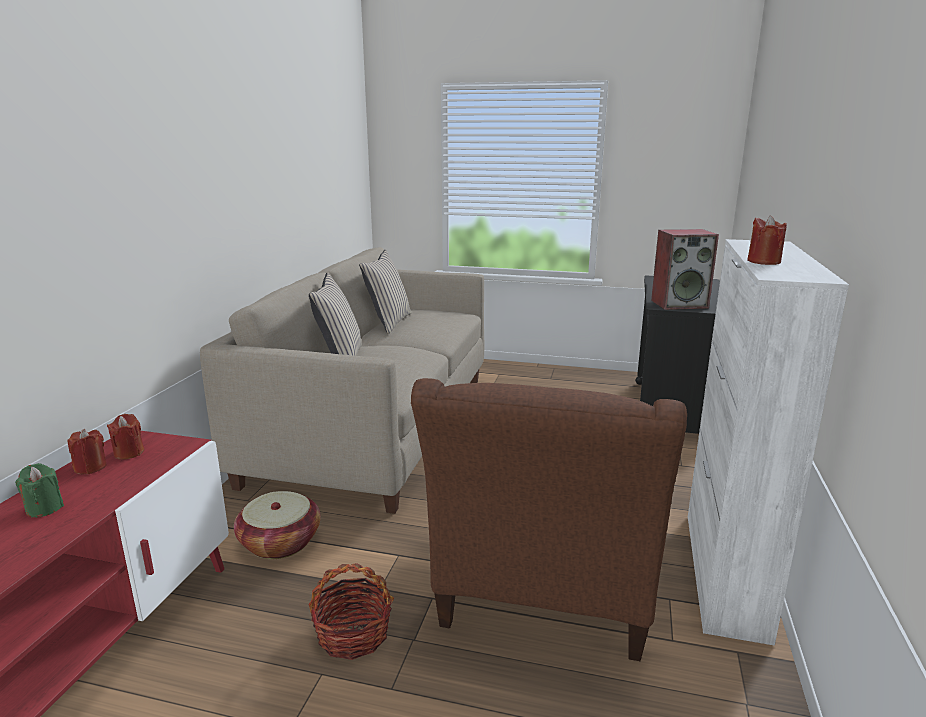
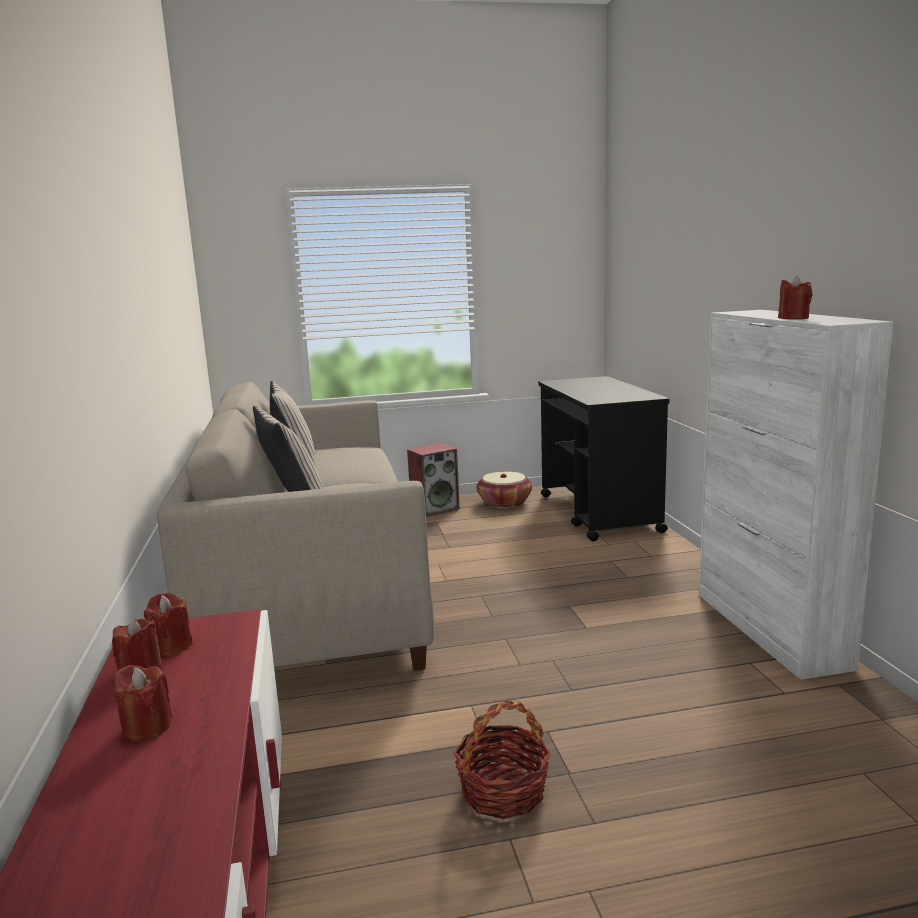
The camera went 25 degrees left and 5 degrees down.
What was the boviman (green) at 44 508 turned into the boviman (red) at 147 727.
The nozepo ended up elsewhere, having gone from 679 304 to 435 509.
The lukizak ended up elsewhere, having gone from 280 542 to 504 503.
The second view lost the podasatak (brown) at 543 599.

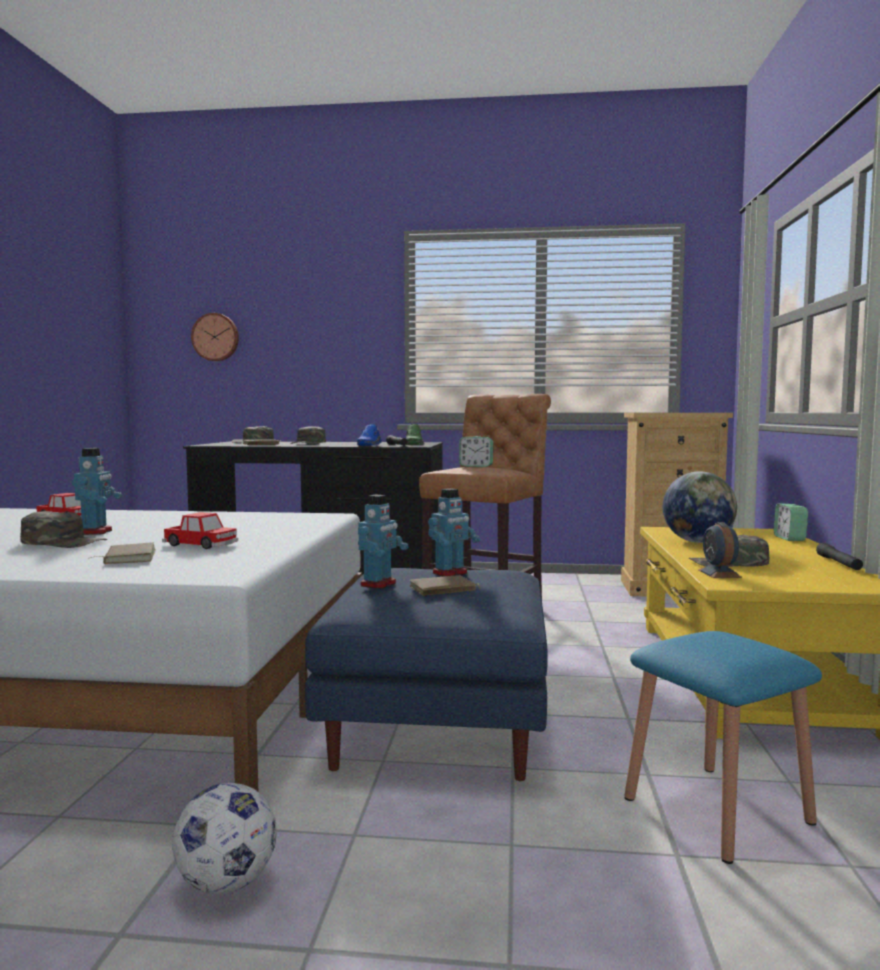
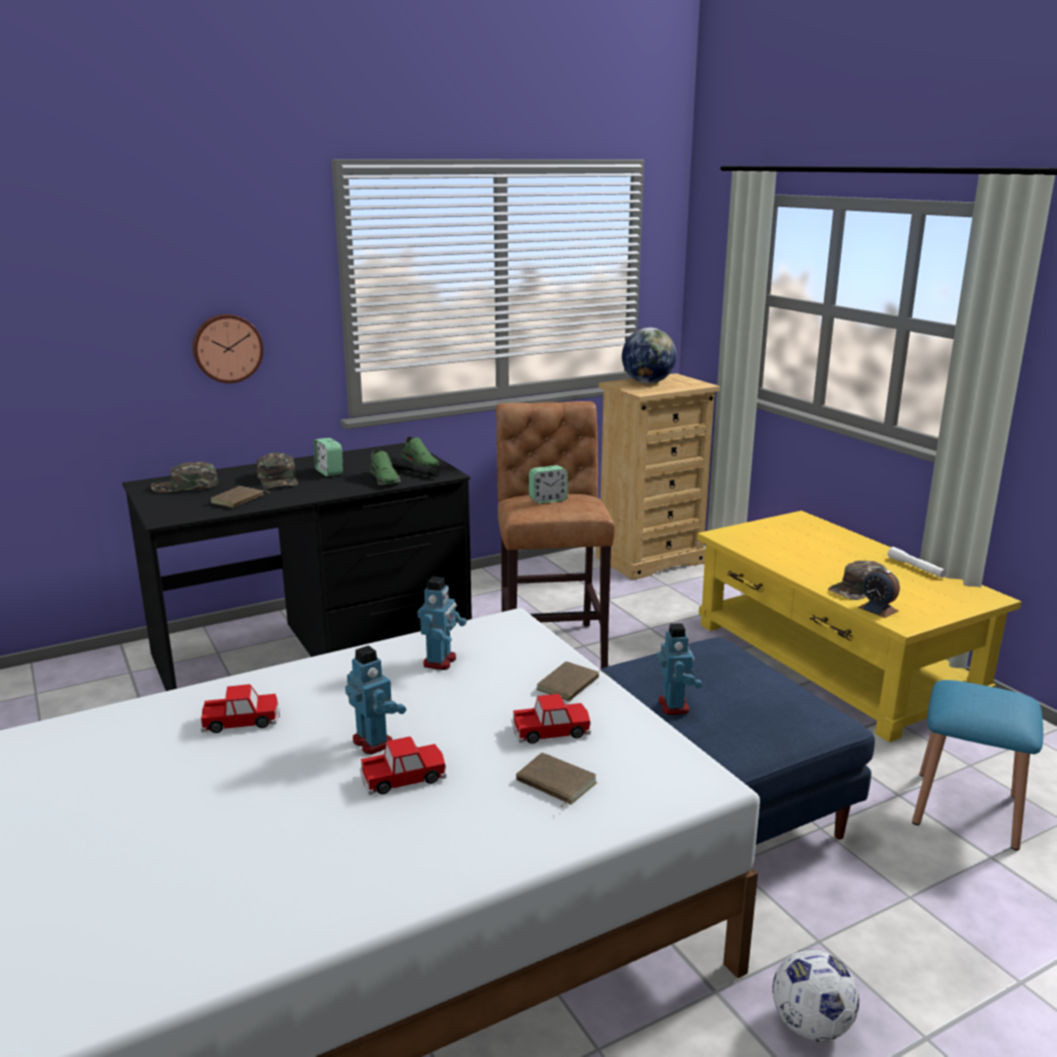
The camera went 35 degrees left and 15 degrees up.
The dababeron ended up elsewhere, having gone from 216 337 to 227 348.
The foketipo ended up elsewhere, having gone from 789 538 to 329 472.
Where the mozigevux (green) stood at 64 542, the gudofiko came to stand at 404 777.
What was the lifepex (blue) at 370 445 turned into the lifepex (green) at 385 479.
The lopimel ended up elsewhere, having gone from 450 573 to 440 662.
The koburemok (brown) ended up elsewhere, having gone from 442 590 to 569 685.
The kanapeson ended up elsewhere, having gone from 698 542 to 647 382.
What was the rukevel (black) at 838 563 turned into the rukevel (white) at 916 568.

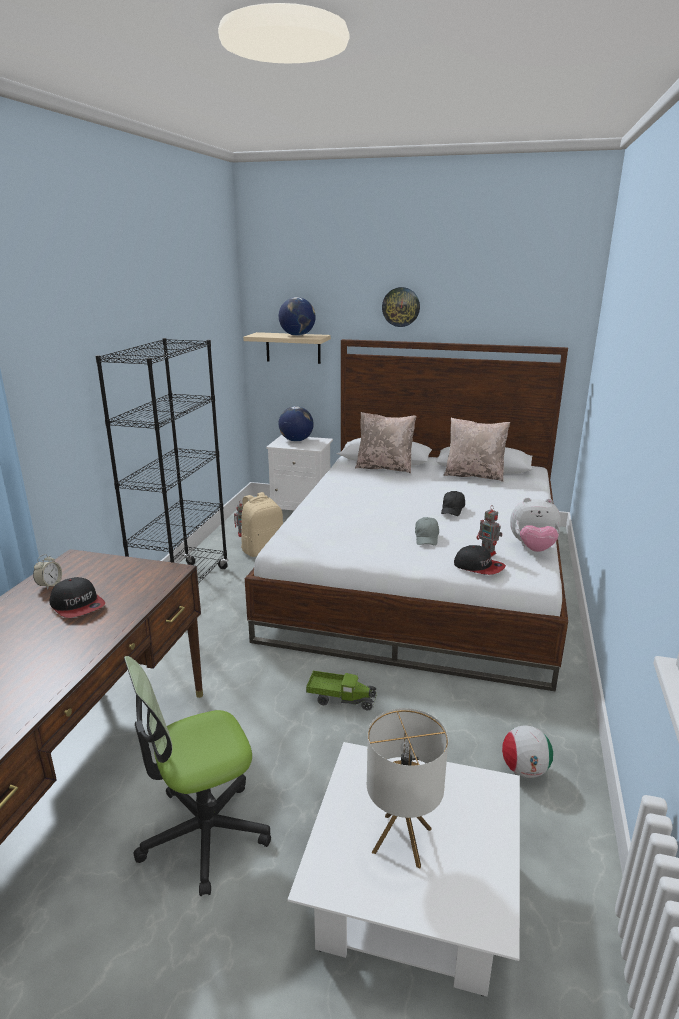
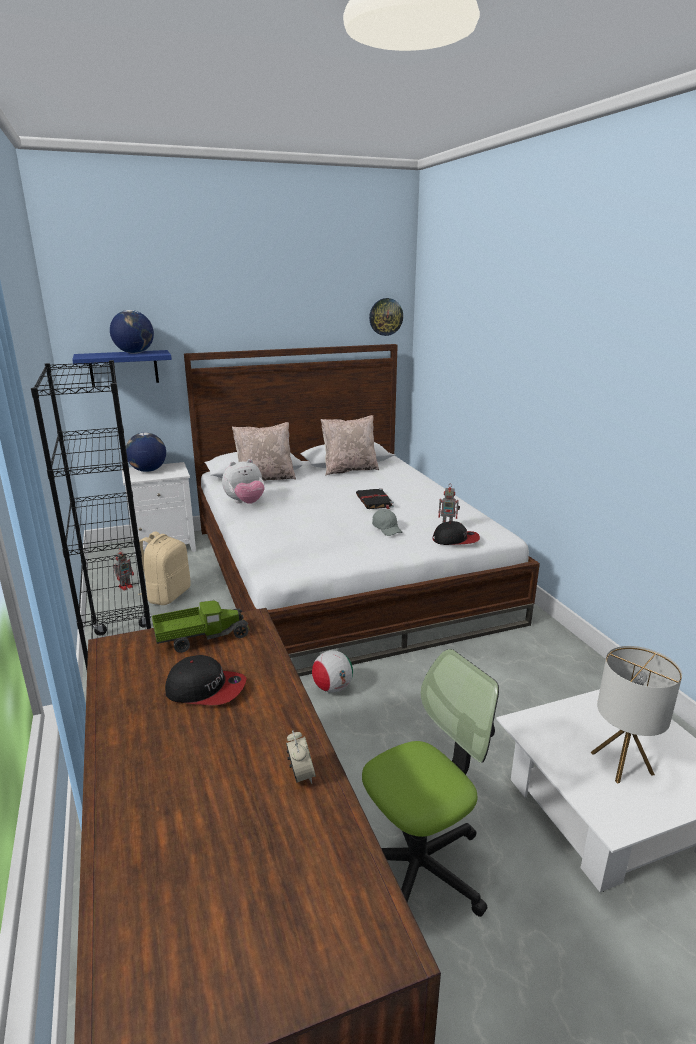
The camera went 35 degrees left and 0 degrees up.
What was the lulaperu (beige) at 293 348 turned into the lulaperu (blue) at 124 368.
The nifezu ended up elsewhere, having gone from 341 698 to 201 638.
The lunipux ended up elsewhere, having gone from 533 548 to 245 503.
The foketipo ended up elsewhere, having gone from 50 585 to 301 775.
The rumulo ended up elsewhere, having gone from 524 770 to 332 688.
Where the mozigevux (black) stood at 452 510, the koburemok (black) came to stand at 374 501.
The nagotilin at 204 833 ended up facing another way, 150 degrees counterclockwise from before.
The dababeron ended up elsewhere, having gone from 401 307 to 385 317.

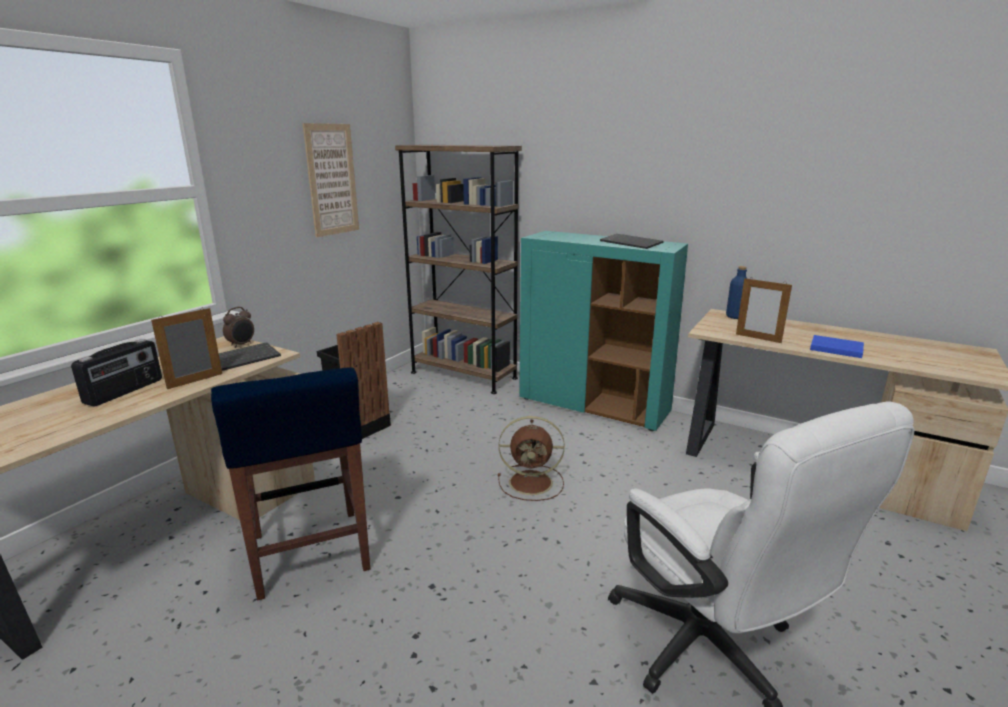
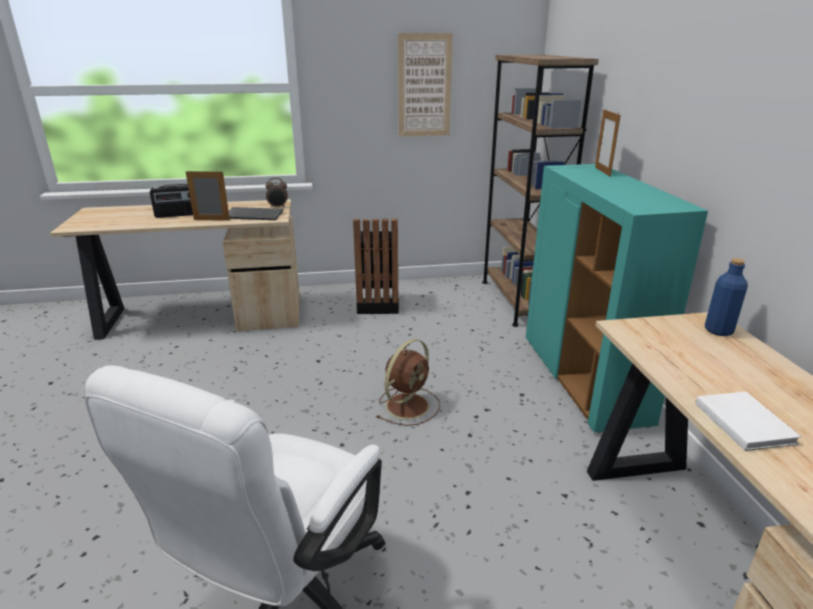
The camera went 50 degrees right and 5 degrees up.
The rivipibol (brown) at 532 482 ended up facing another way, 105 degrees counterclockwise from before.
The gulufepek ended up elsewhere, having gone from 758 338 to 602 171.
What was the koburemok (blue) at 834 348 turned into the koburemok (white) at 743 421.
The second view lost the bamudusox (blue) at 310 554.
The second view lost the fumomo at 632 243.

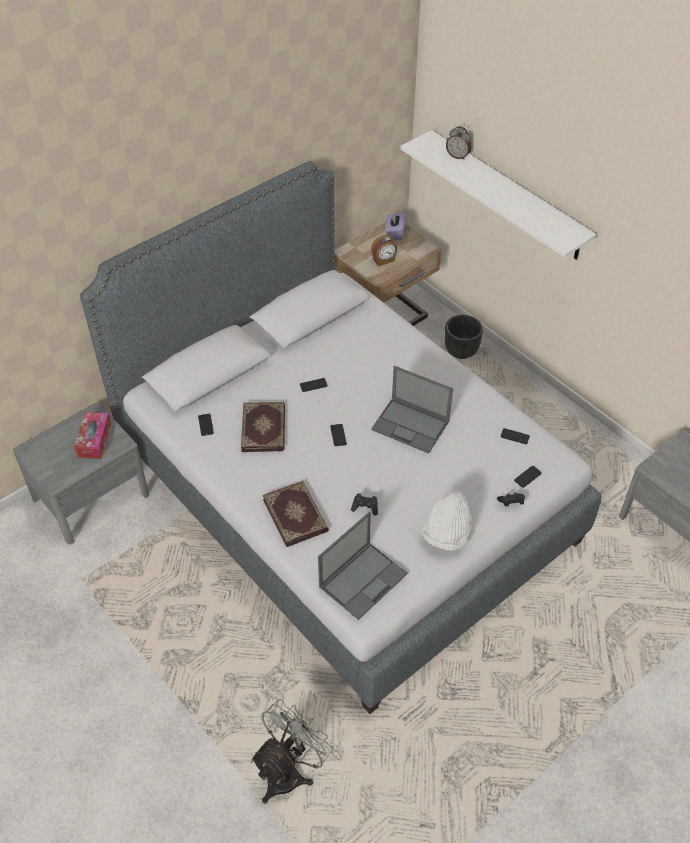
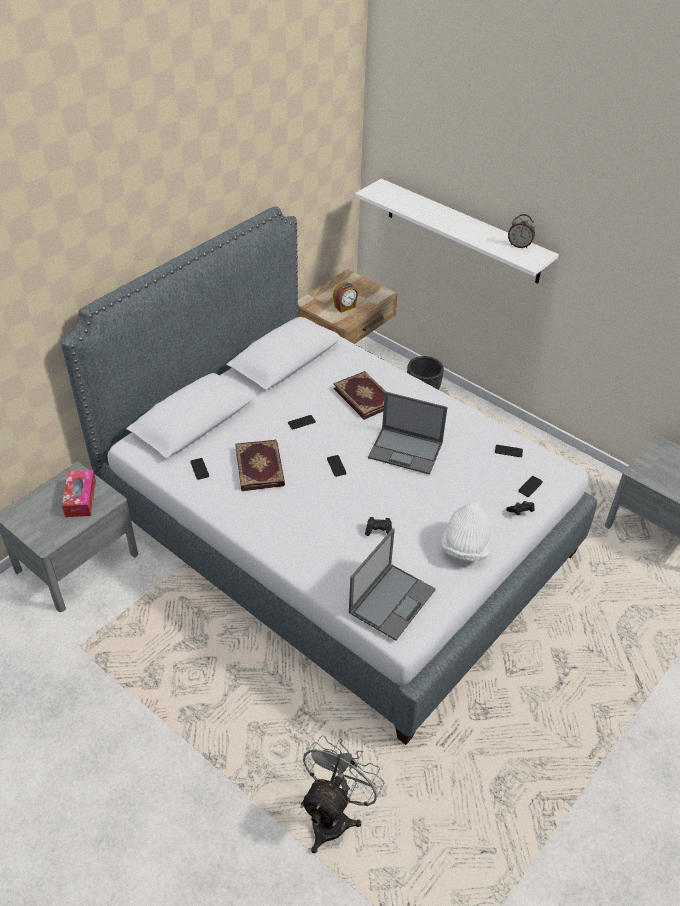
The camera went 10 degrees left and 5 degrees down.
The koburemok ended up elsewhere, having gone from 296 515 to 365 396.
The foketipo ended up elsewhere, having gone from 457 156 to 519 245.
The second view lost the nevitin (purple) at 395 232.

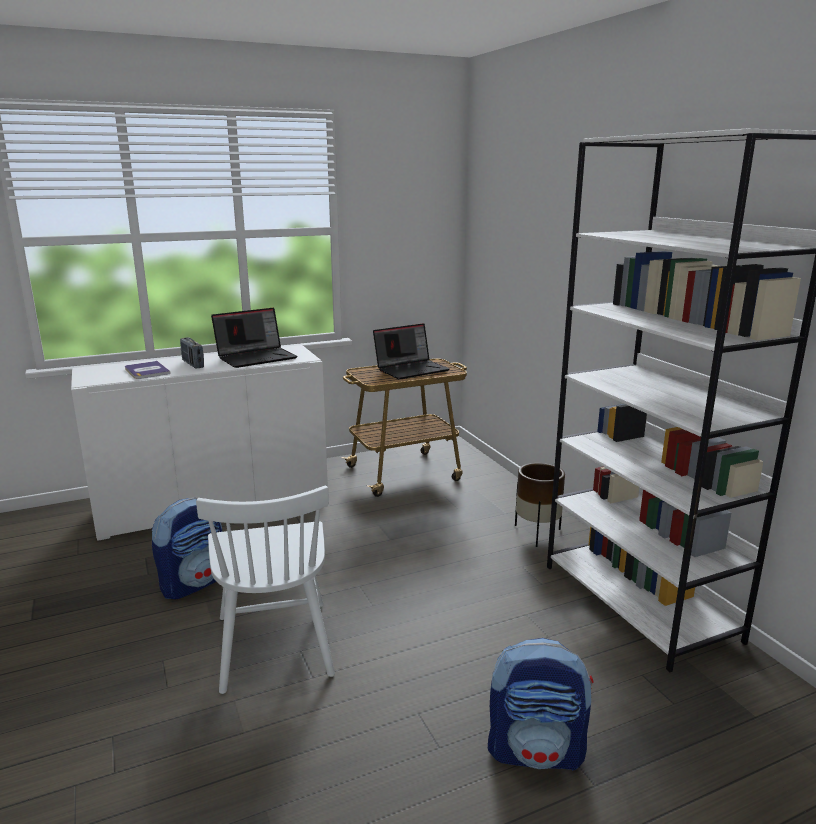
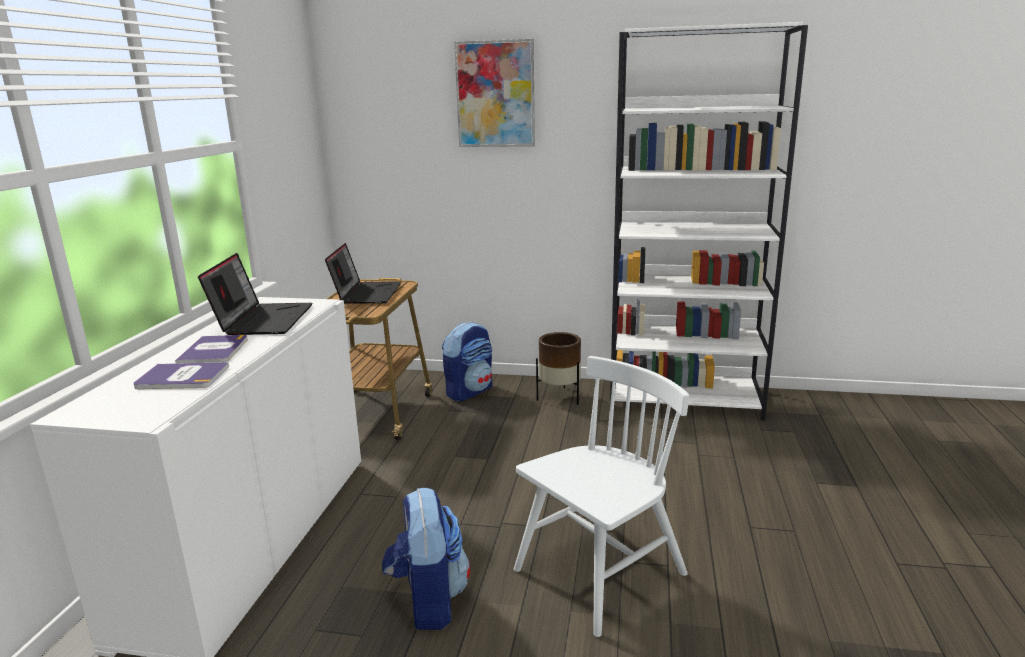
The camera went 55 degrees left and 0 degrees up.
Where the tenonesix stood at 193 364, the koburemok came to stand at 214 351.
The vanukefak ended up elsewhere, having gone from 536 751 to 469 391.
The second view gained the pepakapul at 495 94.
The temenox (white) at 274 644 ended up facing another way, 60 degrees counterclockwise from before.

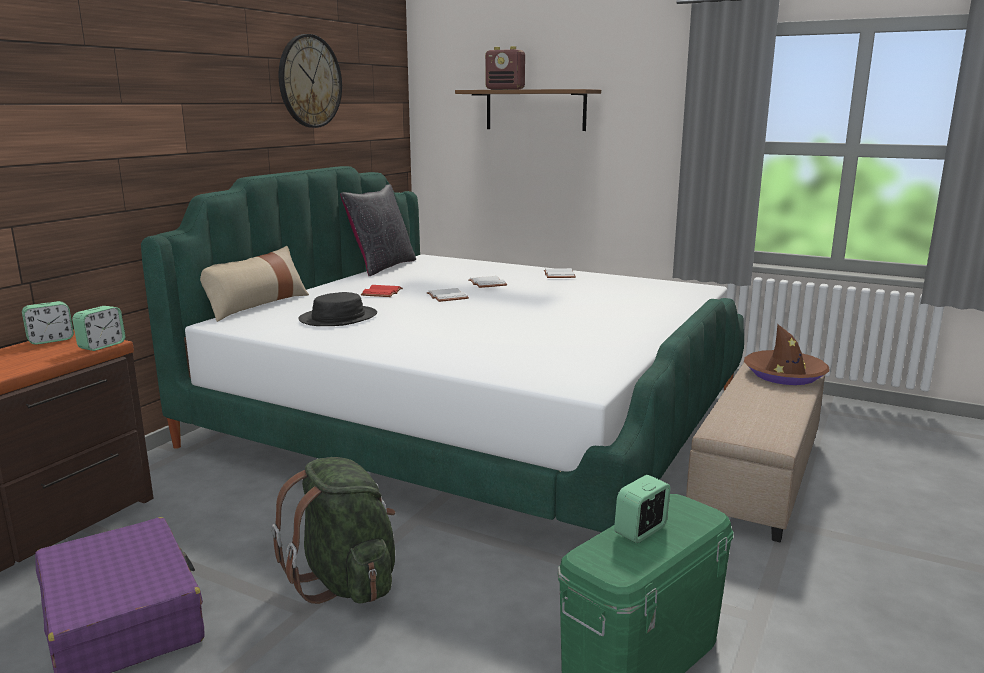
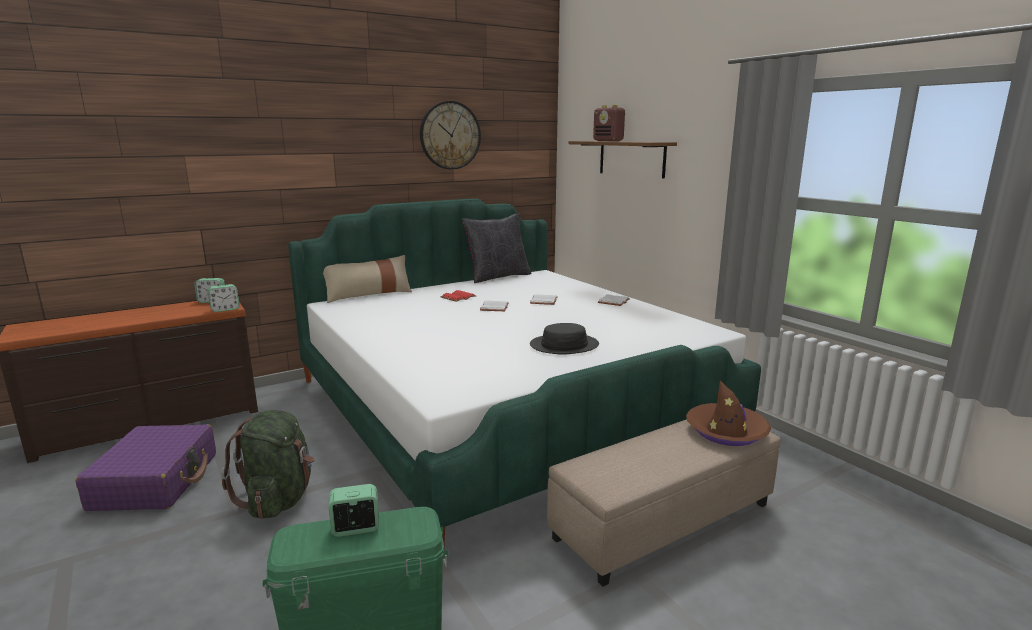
The camera went 30 degrees right and 0 degrees up.
The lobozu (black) ended up elsewhere, having gone from 338 318 to 564 345.

